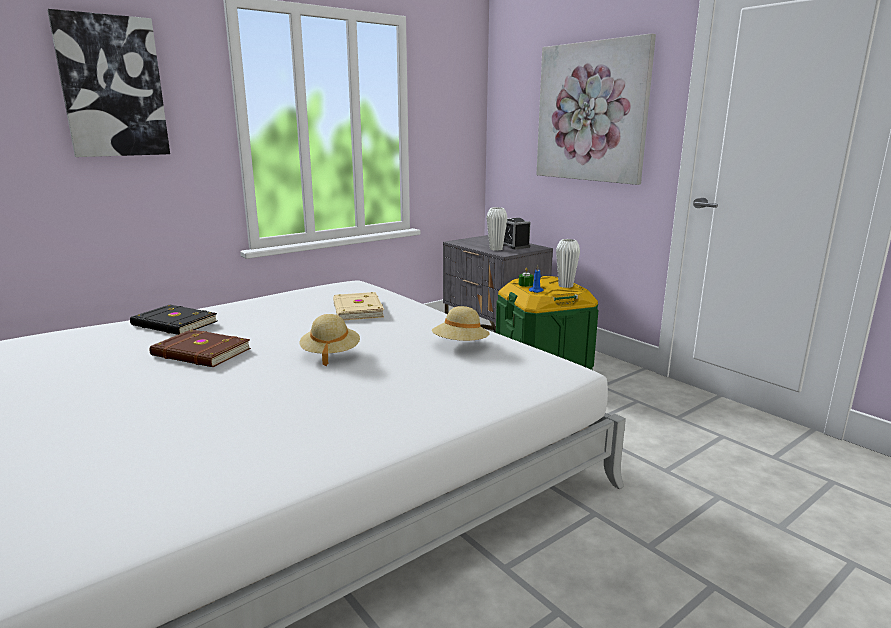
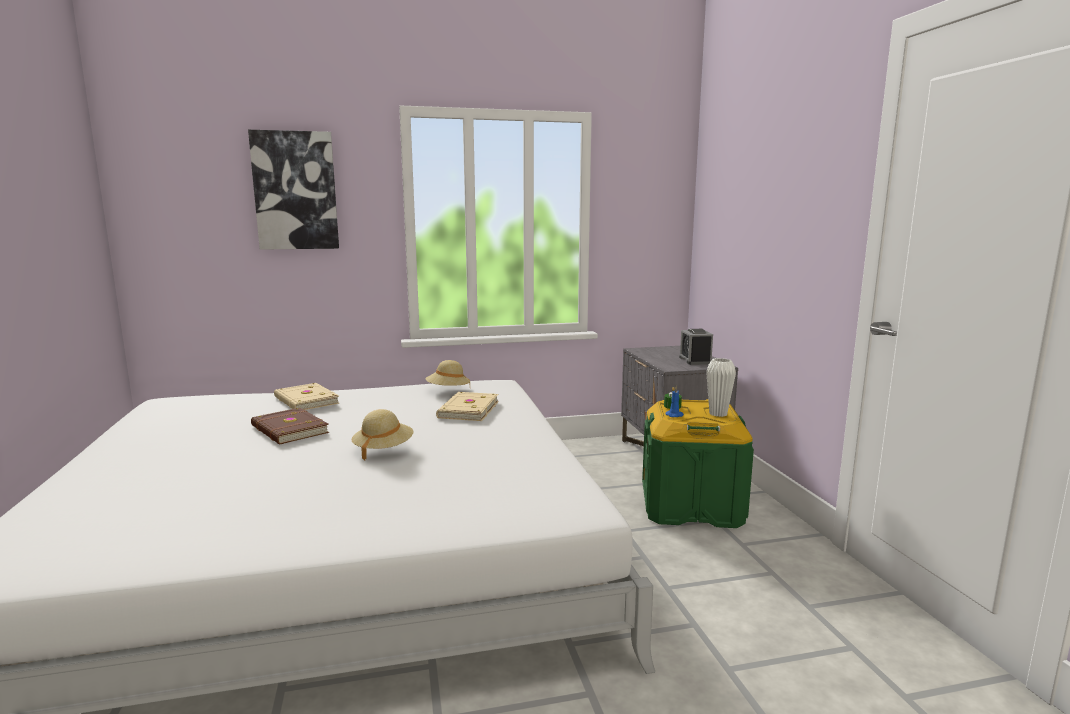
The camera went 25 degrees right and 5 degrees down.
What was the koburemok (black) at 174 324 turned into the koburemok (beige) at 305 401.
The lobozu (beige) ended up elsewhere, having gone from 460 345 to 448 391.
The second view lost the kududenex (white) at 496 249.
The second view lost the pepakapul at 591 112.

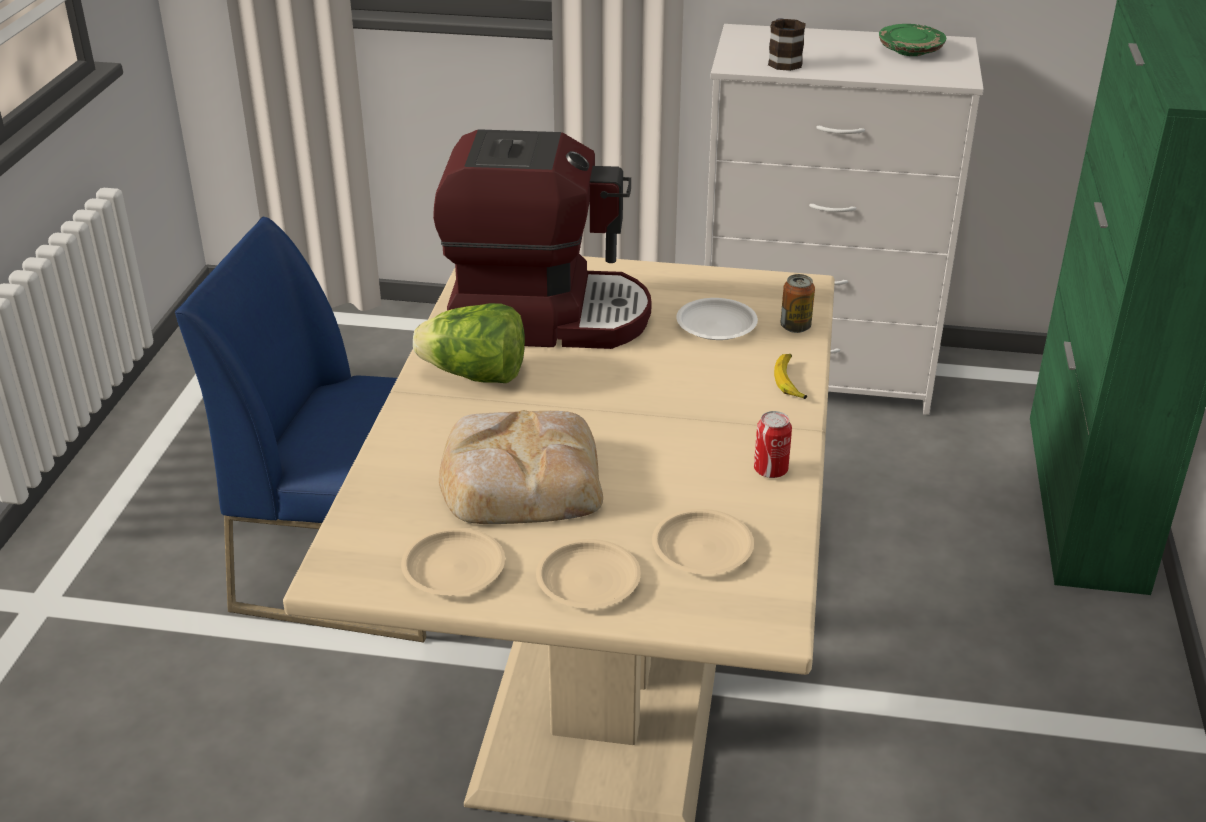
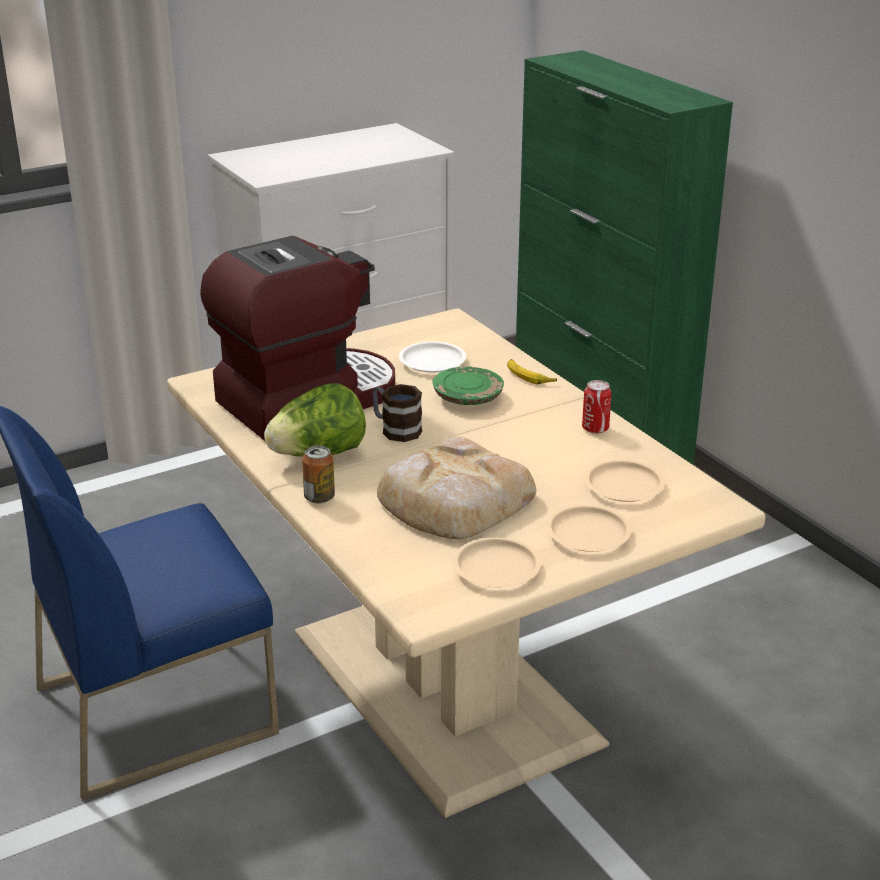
The camera went 40 degrees left and 5 degrees down.
The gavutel ended up elsewhere, having gone from 795 327 to 319 497.
The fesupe ended up elsewhere, having gone from 782 61 to 395 429.
The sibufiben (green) ended up elsewhere, having gone from 910 50 to 468 397.

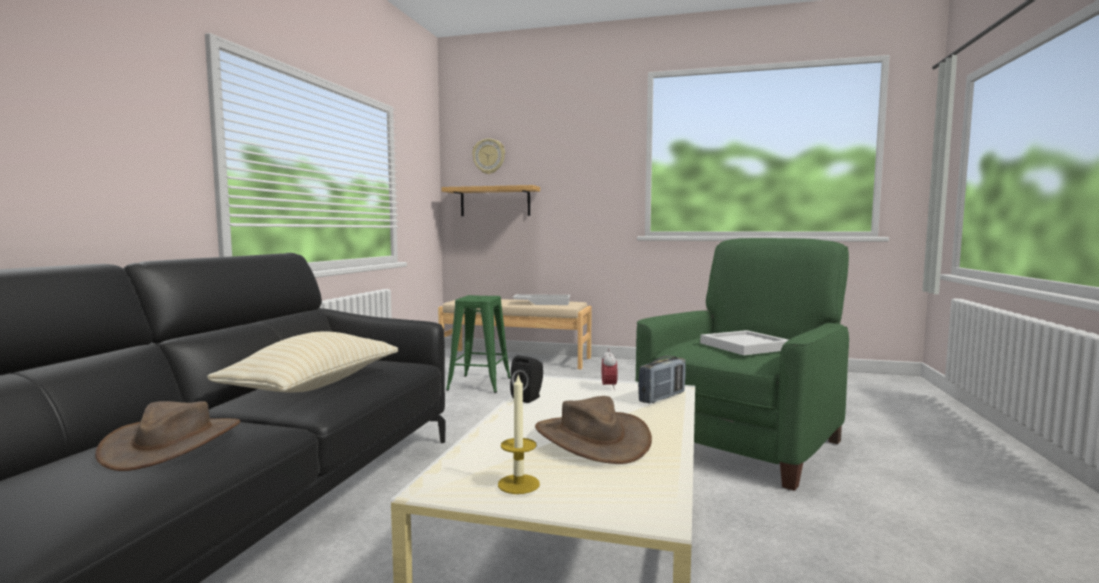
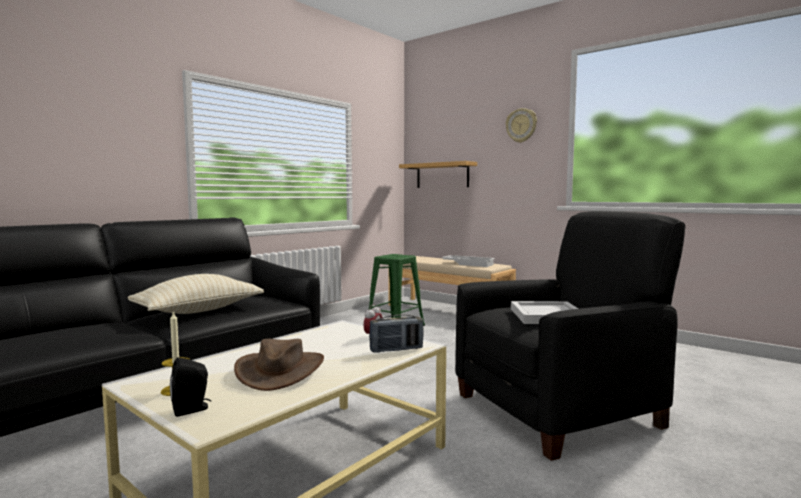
The camera went 25 degrees right and 0 degrees up.
The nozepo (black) ended up elsewhere, having gone from 529 398 to 192 409.
What was the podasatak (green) at 742 442 turned into the podasatak (black) at 558 409.
The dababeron ended up elsewhere, having gone from 489 156 to 521 125.
The second view lost the lobozu (brown) at 173 443.

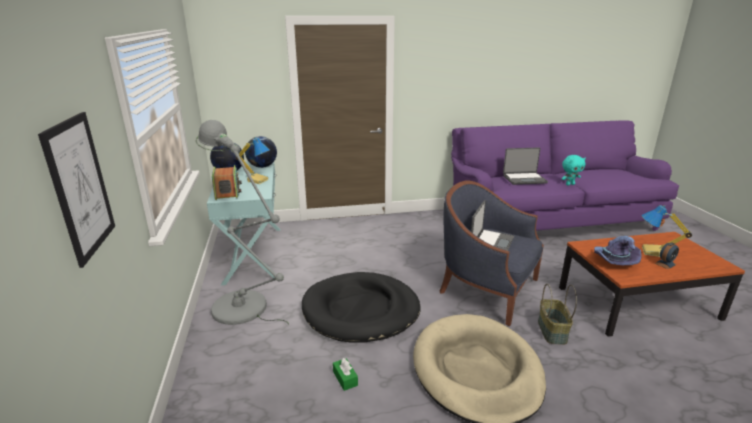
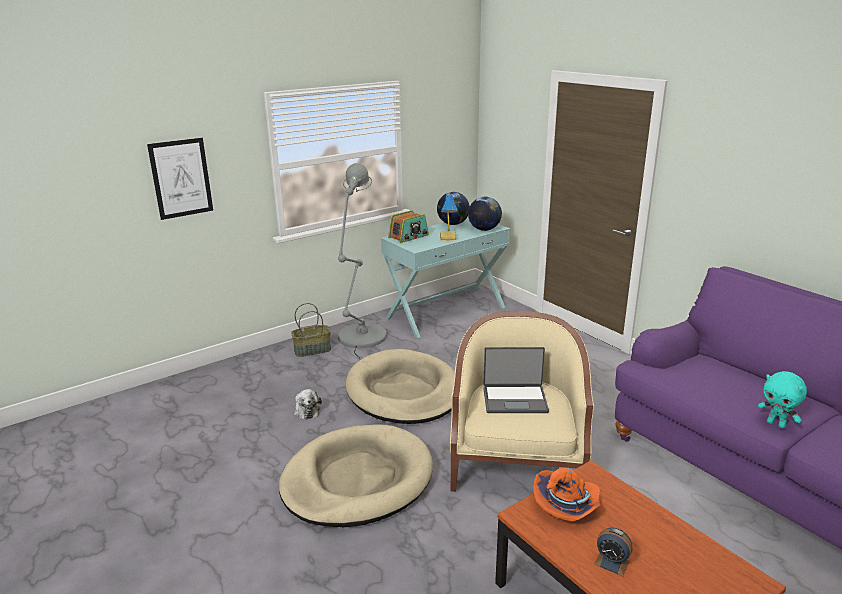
The camera went 65 degrees right and 0 degrees up.
The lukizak ended up elsewhere, having gone from 551 331 to 312 350.
Where the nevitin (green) stood at 345 378, the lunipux came to stand at 306 410.
What was the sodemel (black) at 361 310 turned into the sodemel (beige) at 404 391.
What was the podasatak (blue) at 487 289 turned into the podasatak (beige) at 517 462.
What was the lobozu (purple) at 613 261 turned into the lobozu (orange) at 567 505.
The second view lost the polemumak at 524 179.
The second view lost the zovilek at 653 252.

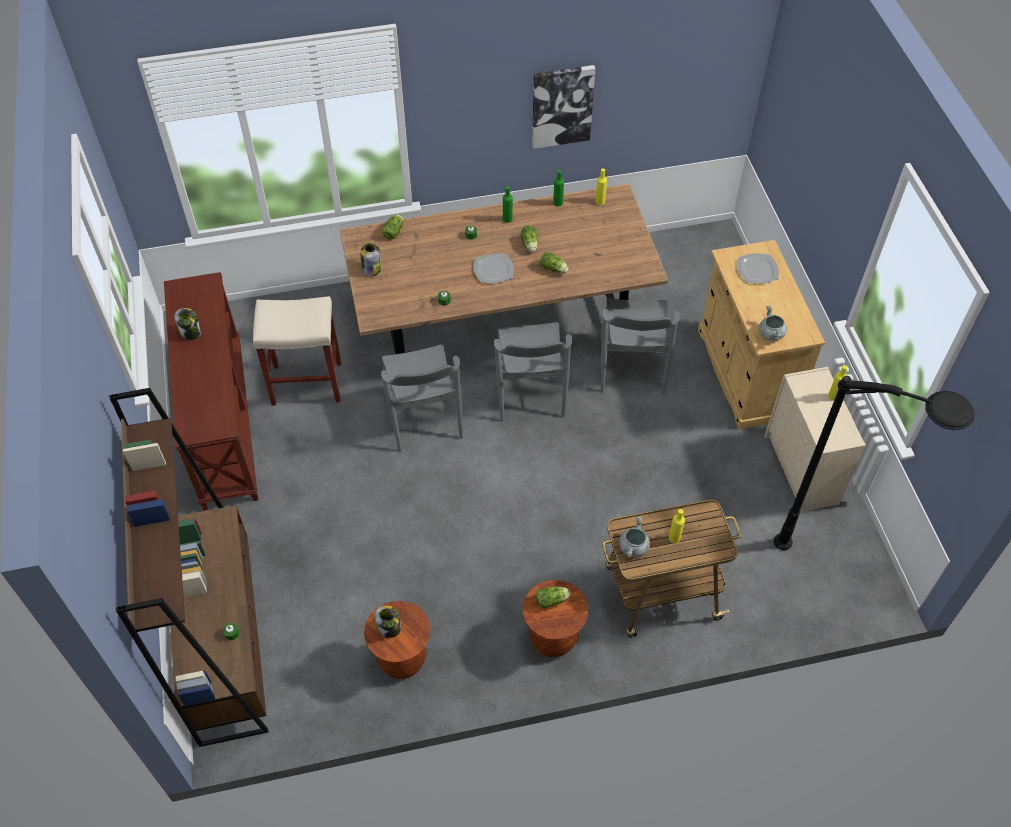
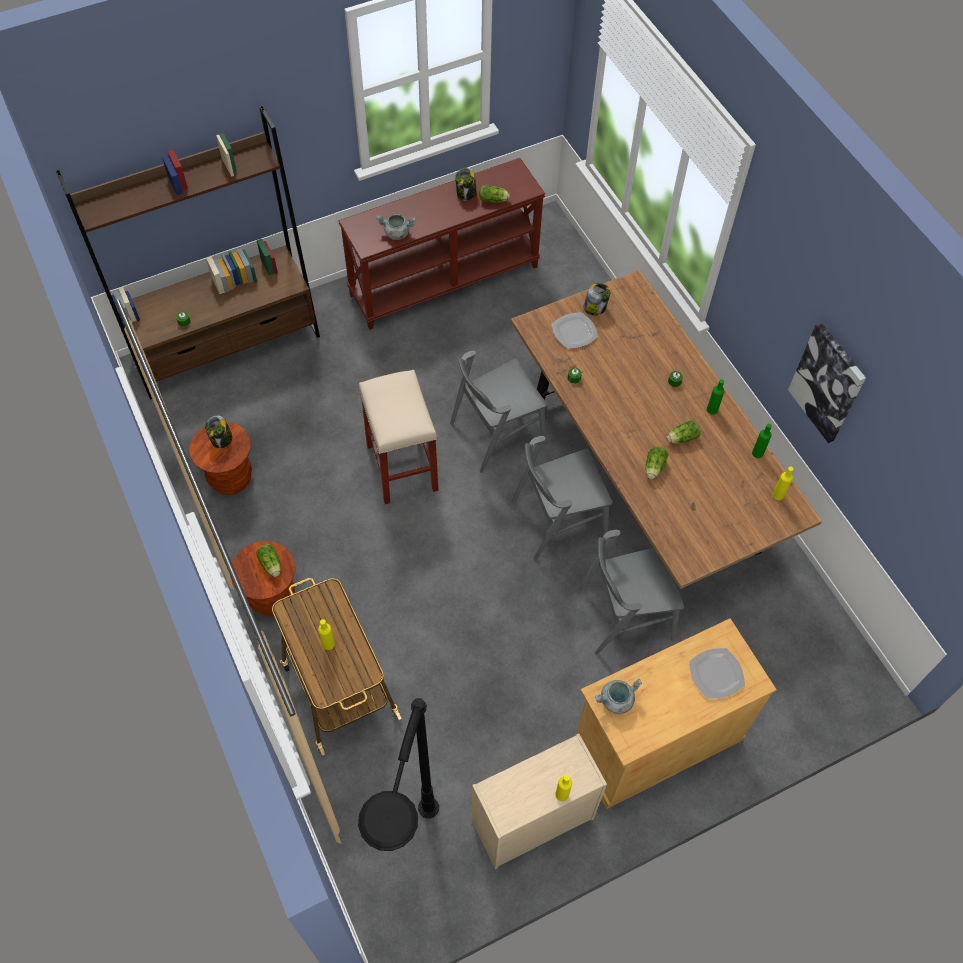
The camera went 75 degrees right and 5 degrees up.
The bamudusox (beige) ended up elsewhere, having gone from 305 383 to 401 467.
The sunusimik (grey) ended up elsewhere, having gone from 633 547 to 396 233.
The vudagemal ended up elsewhere, having gone from 394 231 to 494 200.
The sibufiben ended up elsewhere, having gone from 494 270 to 574 332.

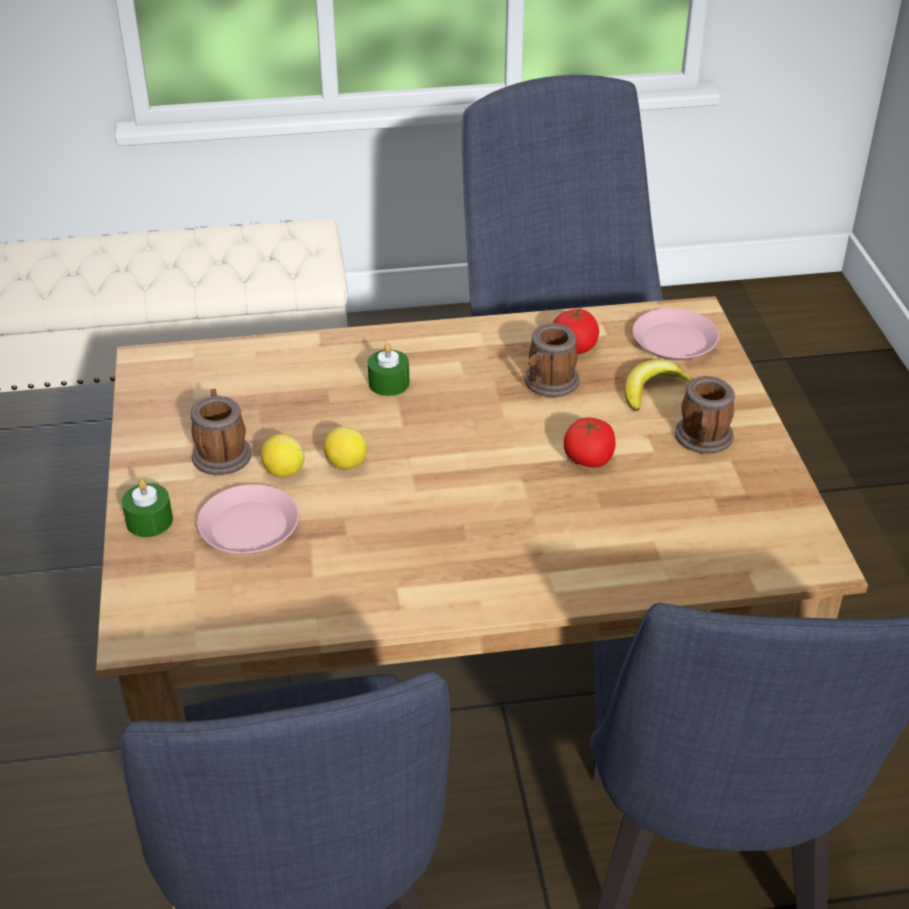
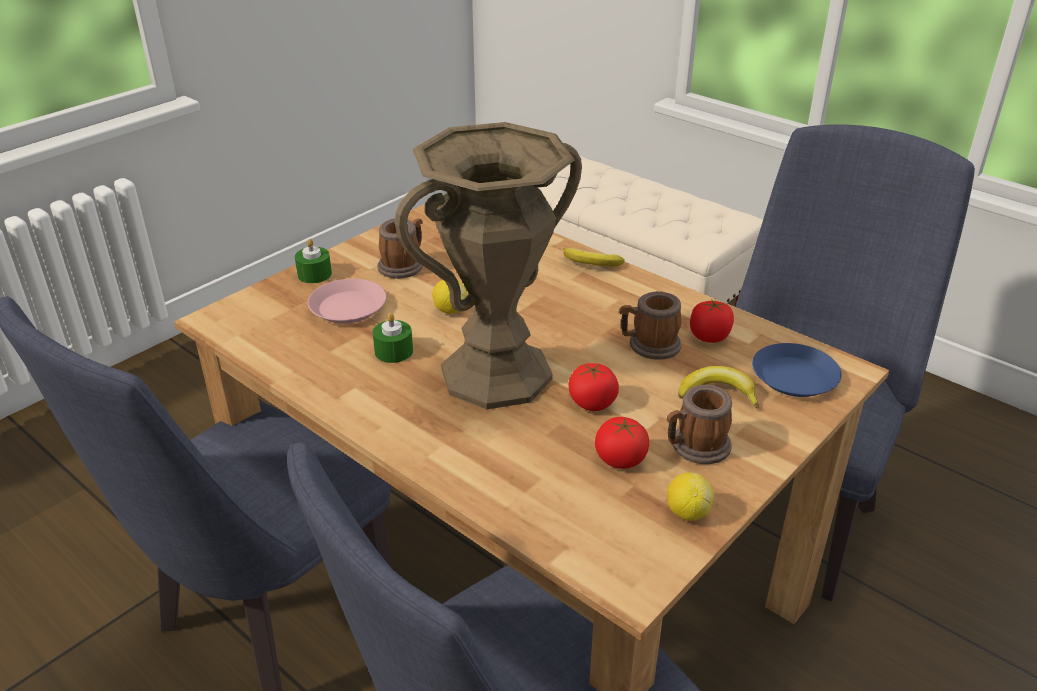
The camera went 50 degrees right and 5 degrees down.
The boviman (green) ended up elsewhere, having gone from 389 383 to 394 351.
The second view gained the kududenex (brown) at 496 374.
The second view gained the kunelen at 590 264.
The second view gained the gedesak at 620 459.
The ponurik ended up elsewhere, having gone from 284 472 to 687 512.
What was the sibufiben (pink) at 675 342 turned into the sibufiben (blue) at 794 377.

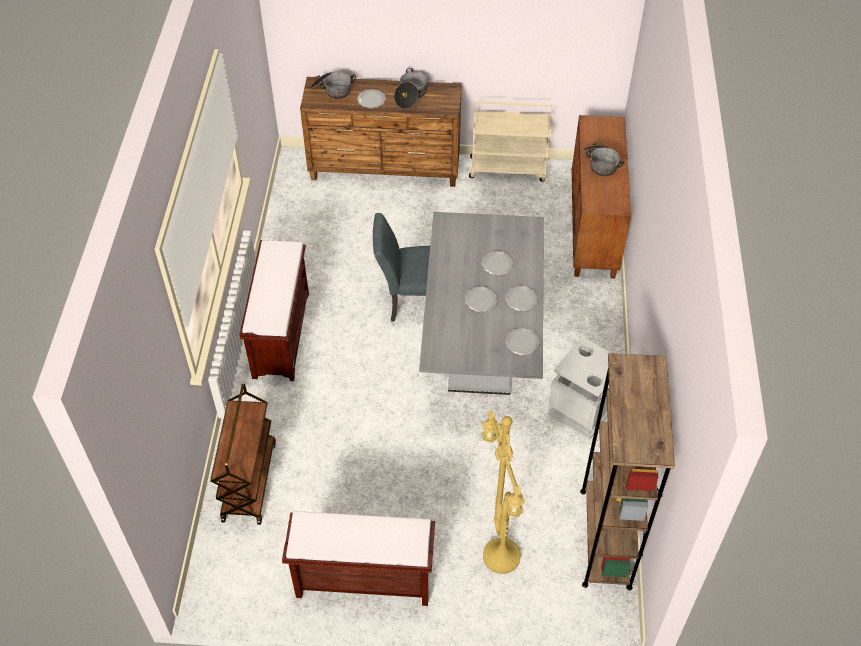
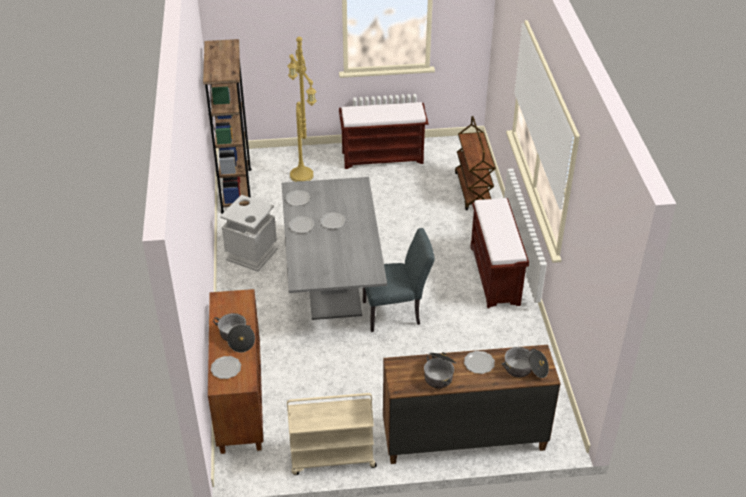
The camera went 170 degrees right and 10 degrees down.
The sibufiben ended up elsewhere, having gone from 497 264 to 226 368.

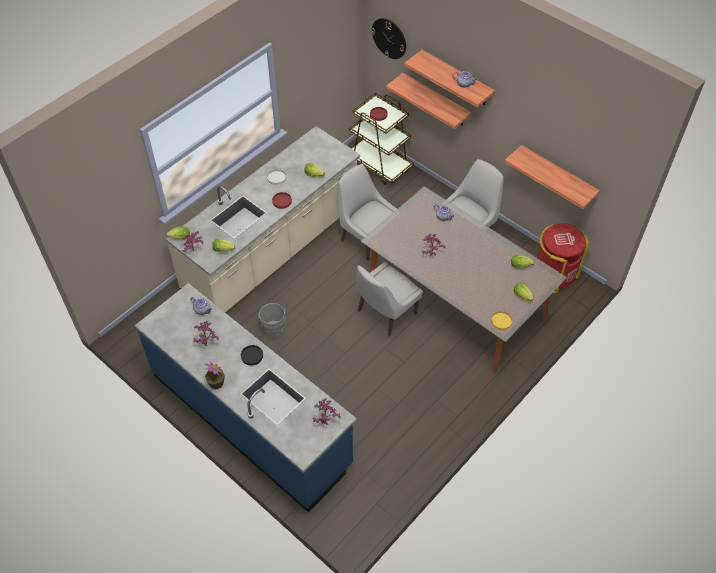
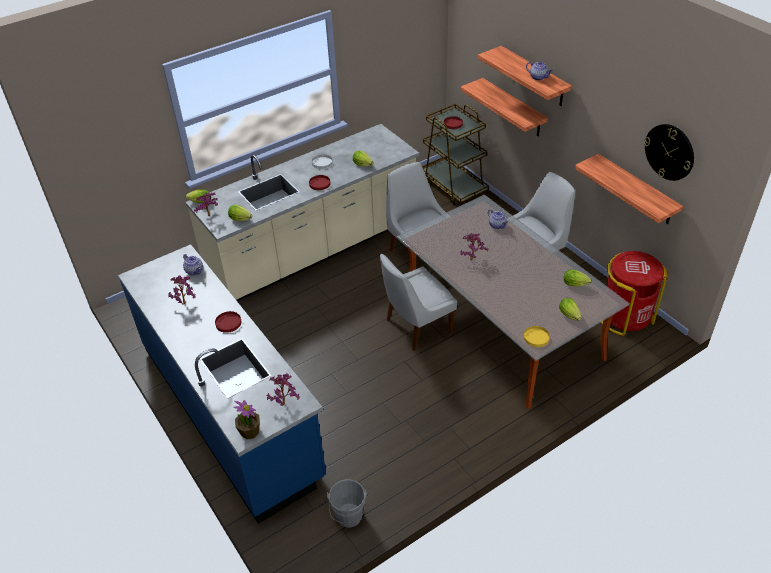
The camera went 15 degrees right and 10 degrees down.
What was the sibufiben (black) at 252 356 turned into the sibufiben (red) at 228 323.
The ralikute ended up elsewhere, having gone from 216 383 to 249 431.
The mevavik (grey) ended up elsewhere, having gone from 274 330 to 349 518.
The dababeron ended up elsewhere, having gone from 389 38 to 669 152.

